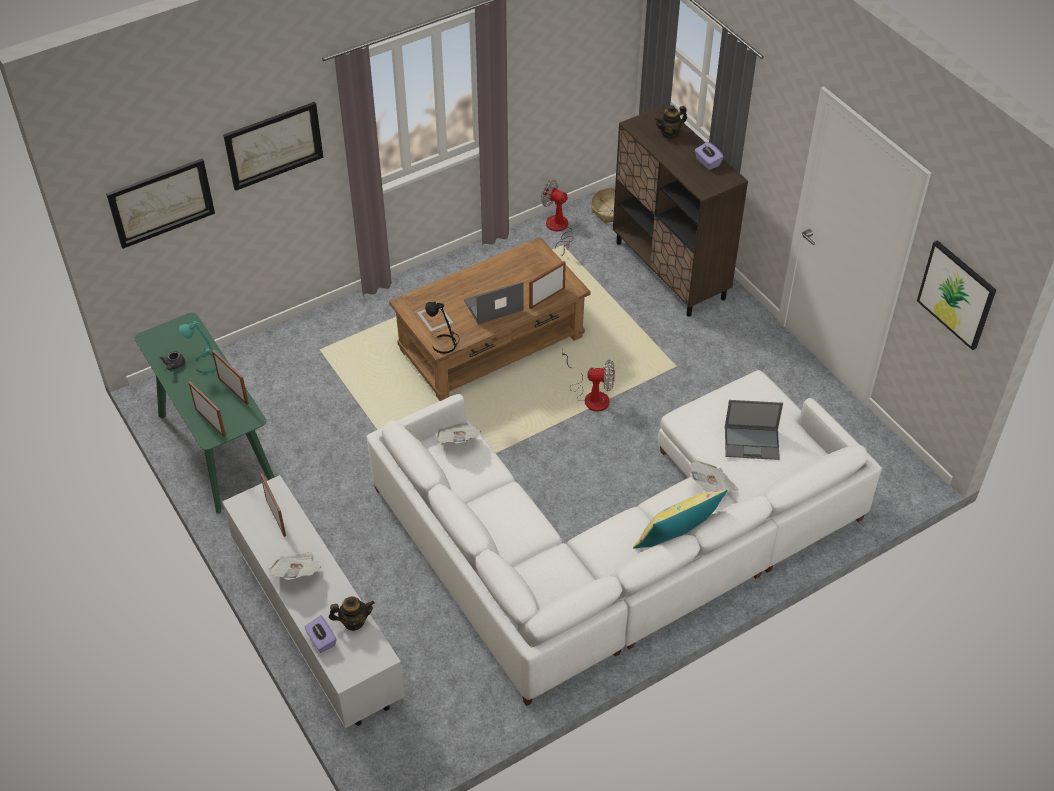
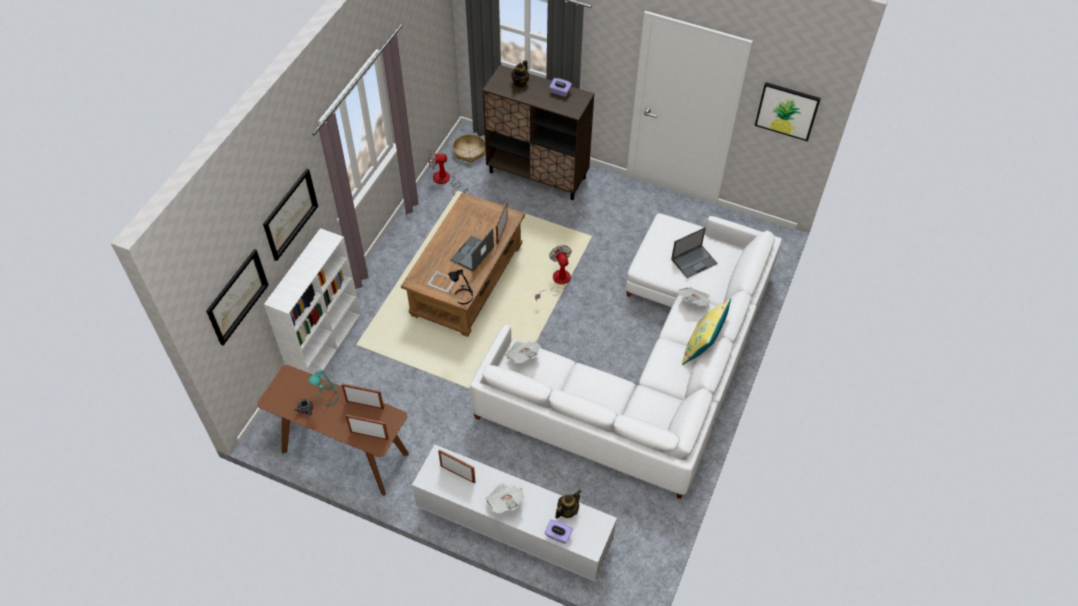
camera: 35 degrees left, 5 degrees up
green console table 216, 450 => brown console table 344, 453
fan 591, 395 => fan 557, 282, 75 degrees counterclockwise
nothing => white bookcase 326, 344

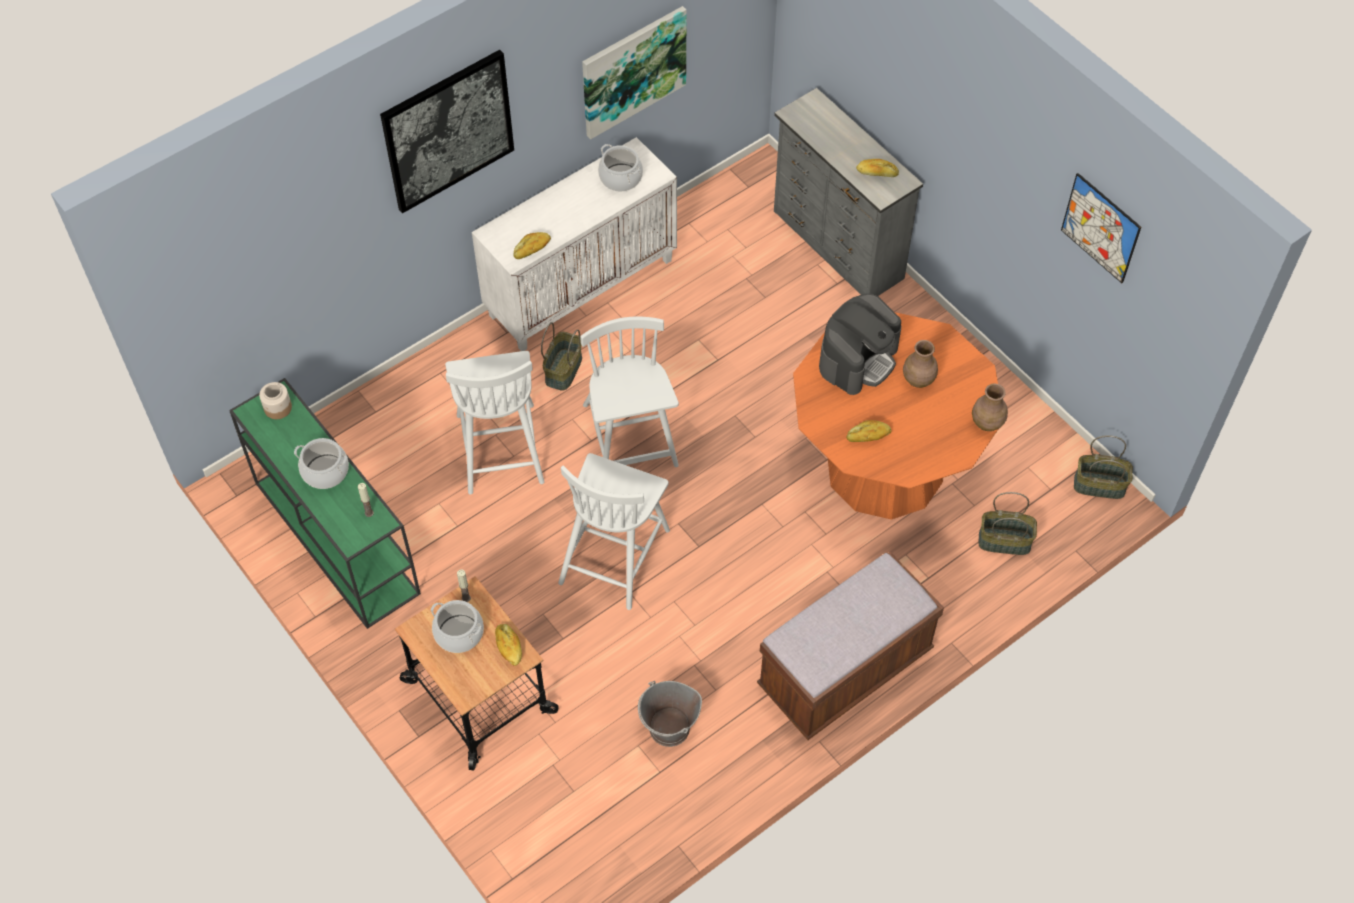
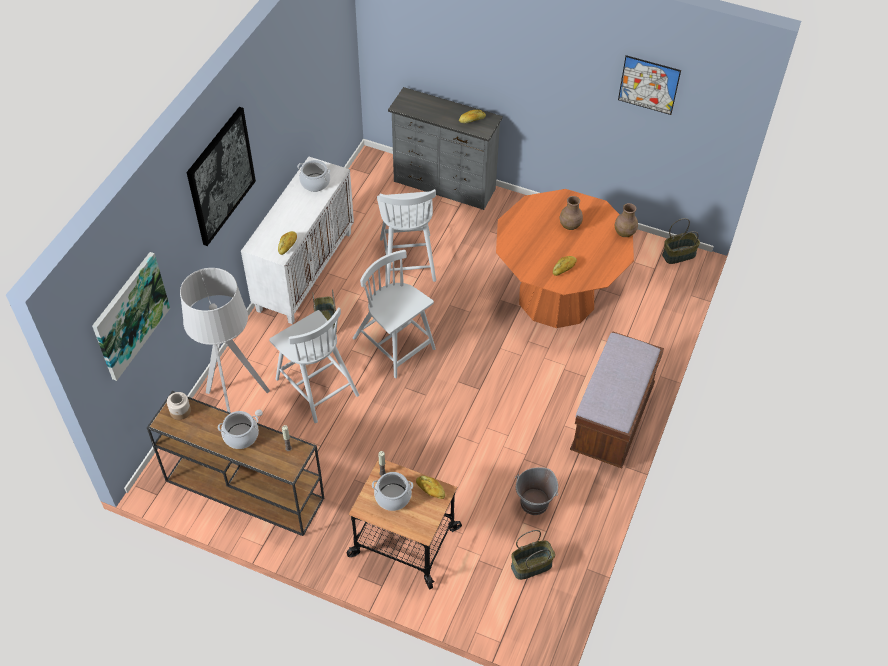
camera: 30 degrees left, 5 degrees down
picture 633, 71 => picture 130, 315, relocated
coffee machine 858, 359 => nothing
green console table 335, 536 => brown console table 243, 489
white chair 614, 554 => white chair 407, 258, relocated
basket 1005, 540 => basket 531, 565, relocated
nothing => grey floor lamp 236, 406

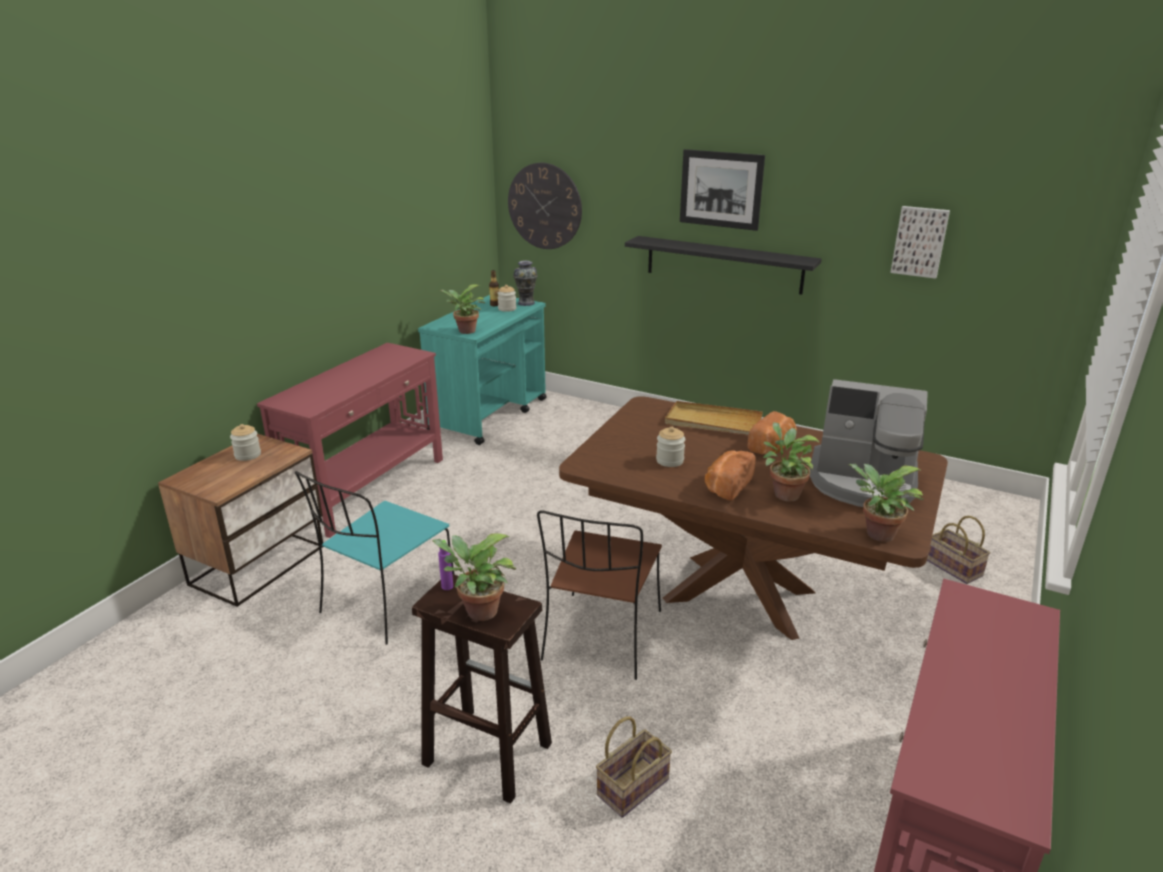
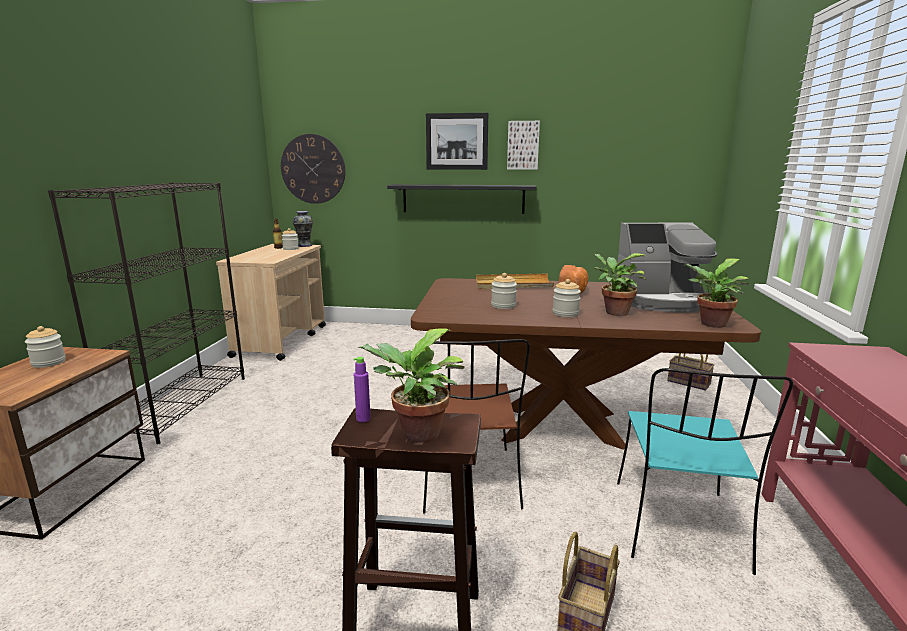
camera: 20 degrees left, 10 degrees down
picture 919, 241 => picture 523, 145, relocated
potted plant 464, 331 => nothing
turquoise cart 490, 414 => beige cart 281, 340
red console table 368, 488 => black bookcase 182, 404
bread 726, 486 => jar 565, 313
turquoise chair 387, 603 => turquoise chair 679, 527, relocated

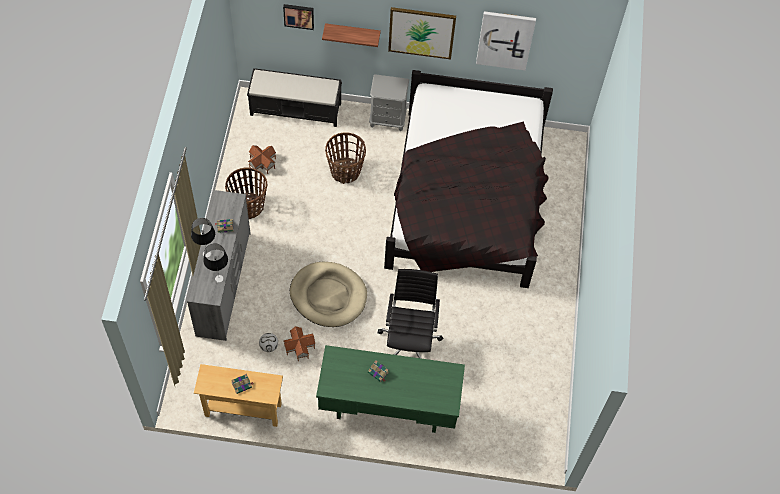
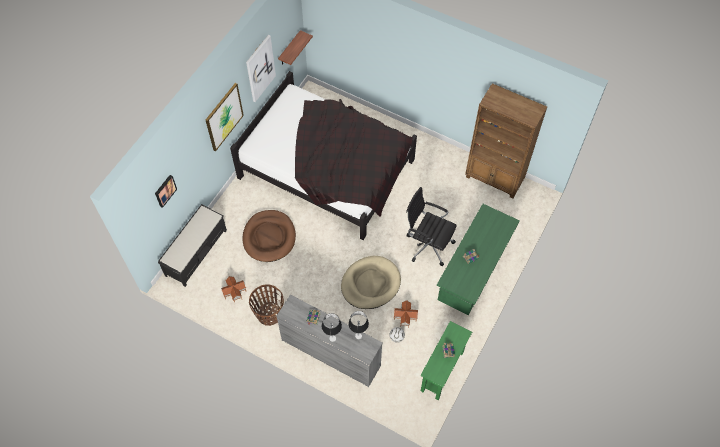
camera: 65 degrees left, 0 degrees up
shelf 352, 33 => shelf 289, 49, relocated
grey nightstand 388, 119 => nothing
basket 345, 171 => brown dog bed 269, 237
beige console table 243, 410 => green console table 442, 371
nothing => brown bookcase 494, 179

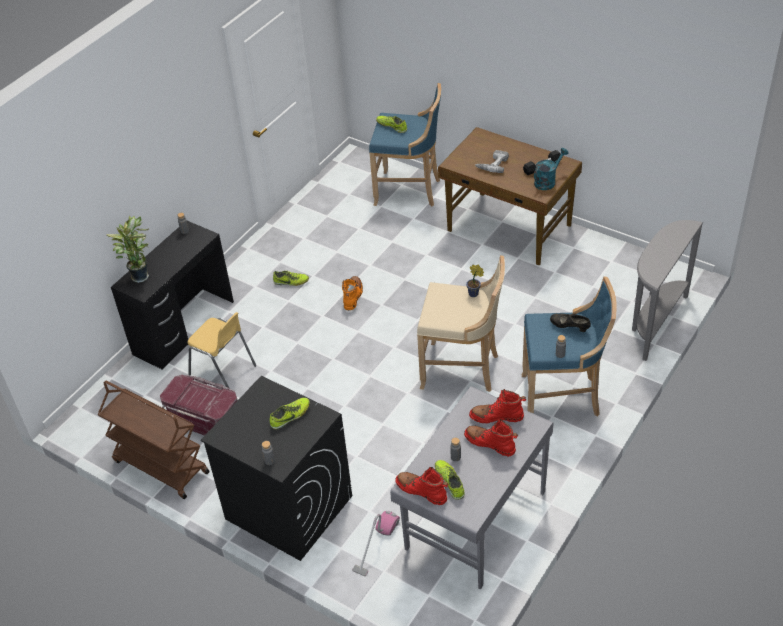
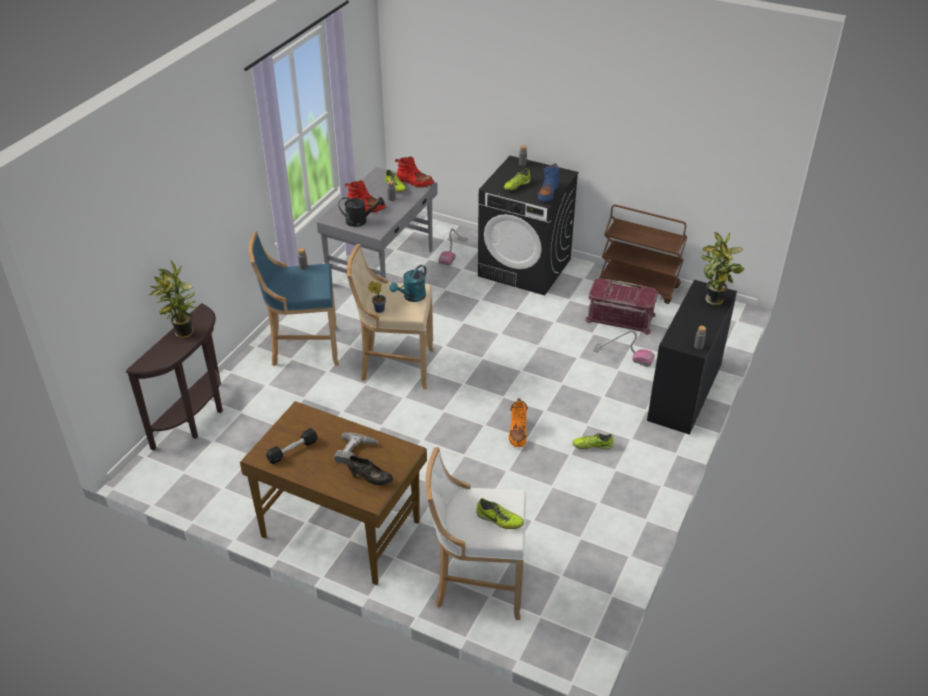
camera: 170 degrees right, 5 degrees down
blue stool 410, 191 => white stool 476, 585
turquoise watering can 547, 181 => turquoise watering can 411, 297, relocated
grey console table 654, 323 => brown console table 197, 419
yellow chair 223, 370 => vacuum cleaner 623, 355
black shoe 569, 327 => black shoe 370, 479, relocated
red boot 496, 416 => black watering can 360, 221
nothing => blue boot 548, 193
nothing => potted plant 183, 334

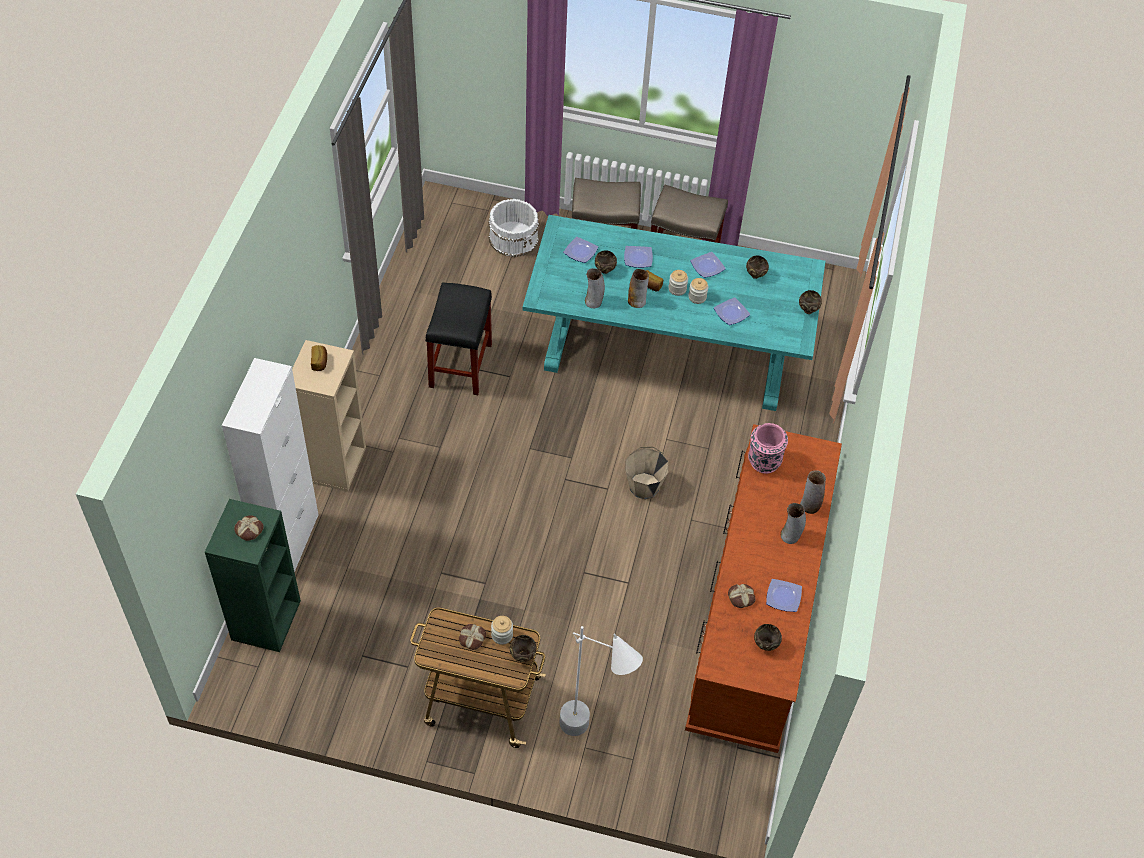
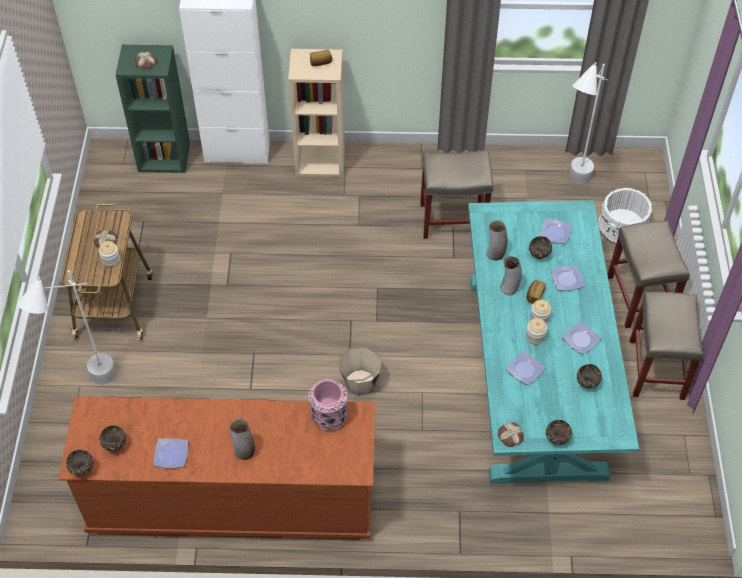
camera: 80 degrees right, 0 degrees up
black stool 460, 364 => beige stool 454, 219
vase 809, 506 => nothing
bread 741, 598 => bread 510, 436, relocated
brown bowl 523, 656 => brown bowl 82, 470, relocated
nothing => white floor lamp 572, 188

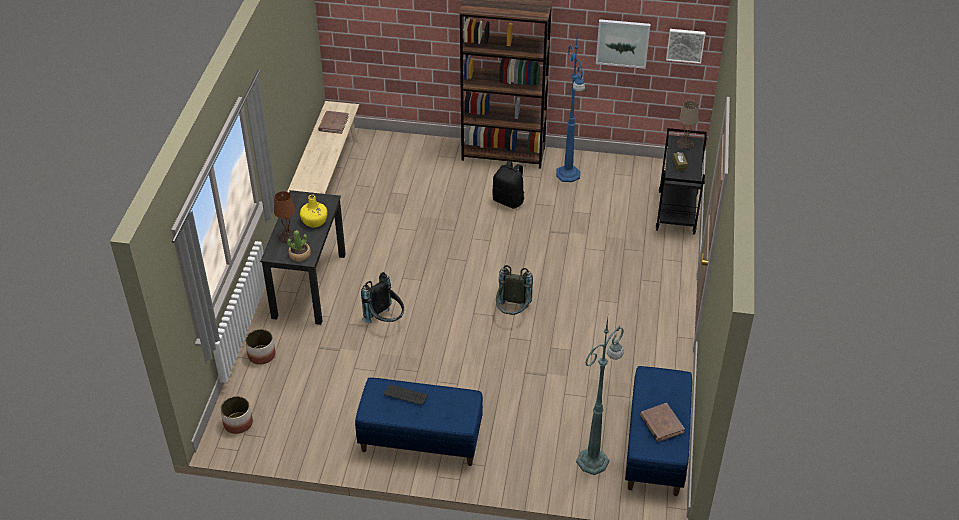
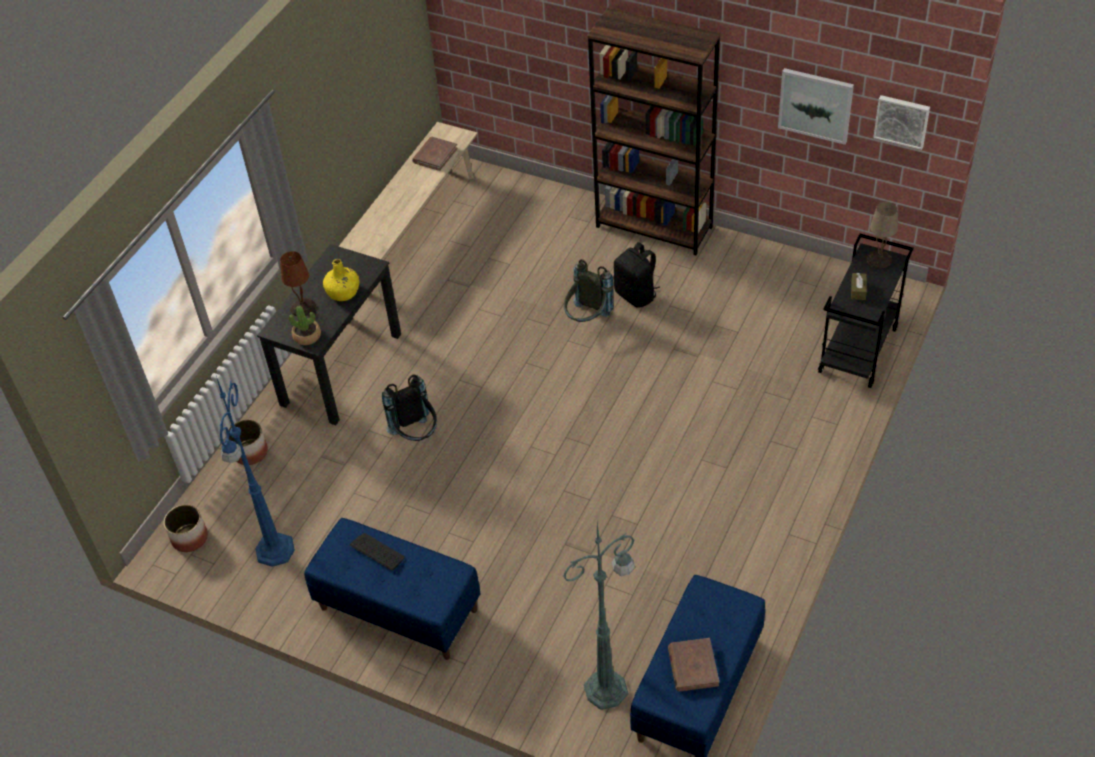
camera: 20 degrees right, 5 degrees up
blue floor lamp 568, 175 => blue floor lamp 274, 552, relocated
grey backpack 512, 312 => grey backpack 587, 319, relocated

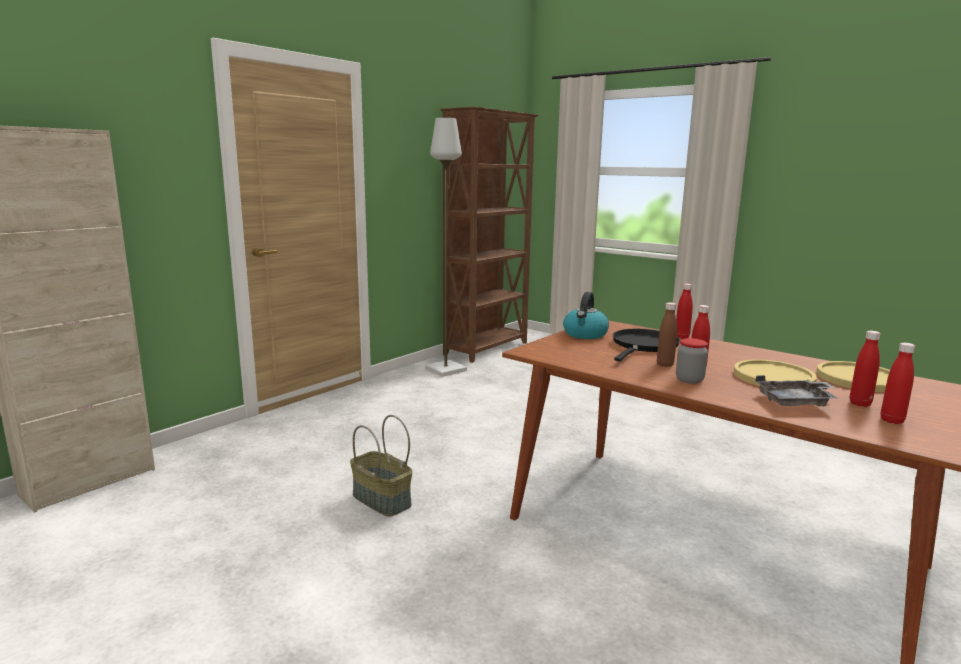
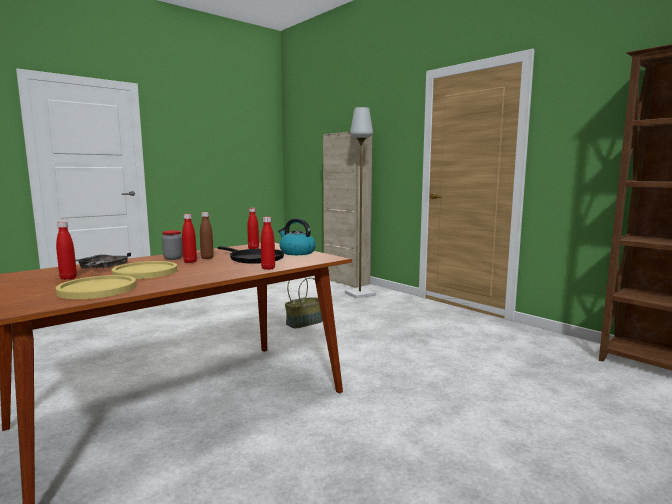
camera: 100 degrees right, 5 degrees down
grey floor lamp 445, 369 => grey floor lamp 360, 294, relocated
red bottle 892, 420 => red bottle 253, 248, relocated

